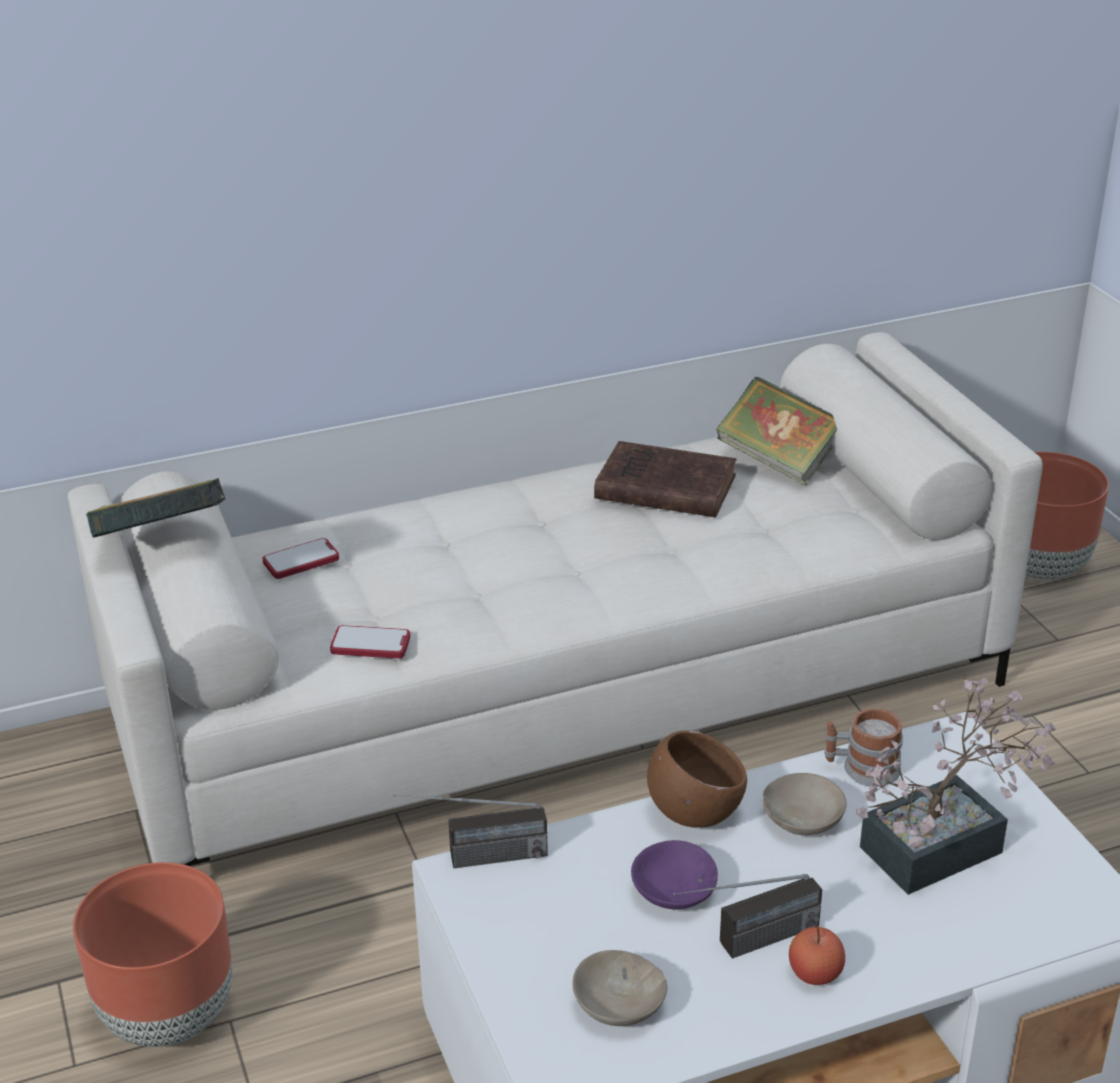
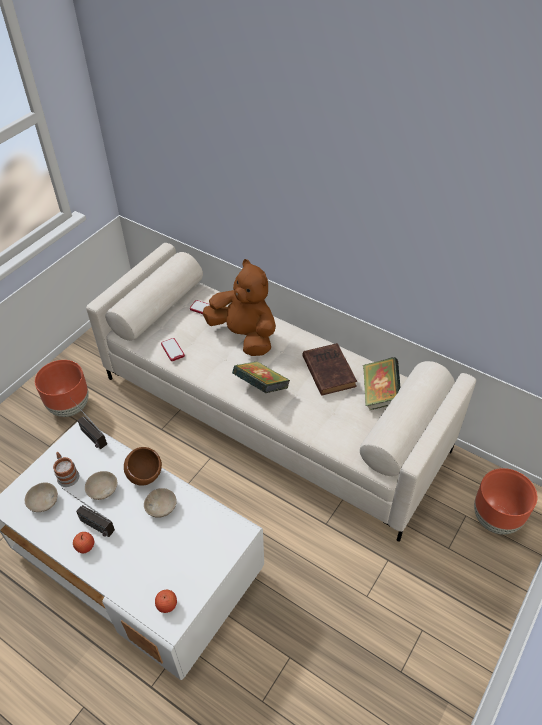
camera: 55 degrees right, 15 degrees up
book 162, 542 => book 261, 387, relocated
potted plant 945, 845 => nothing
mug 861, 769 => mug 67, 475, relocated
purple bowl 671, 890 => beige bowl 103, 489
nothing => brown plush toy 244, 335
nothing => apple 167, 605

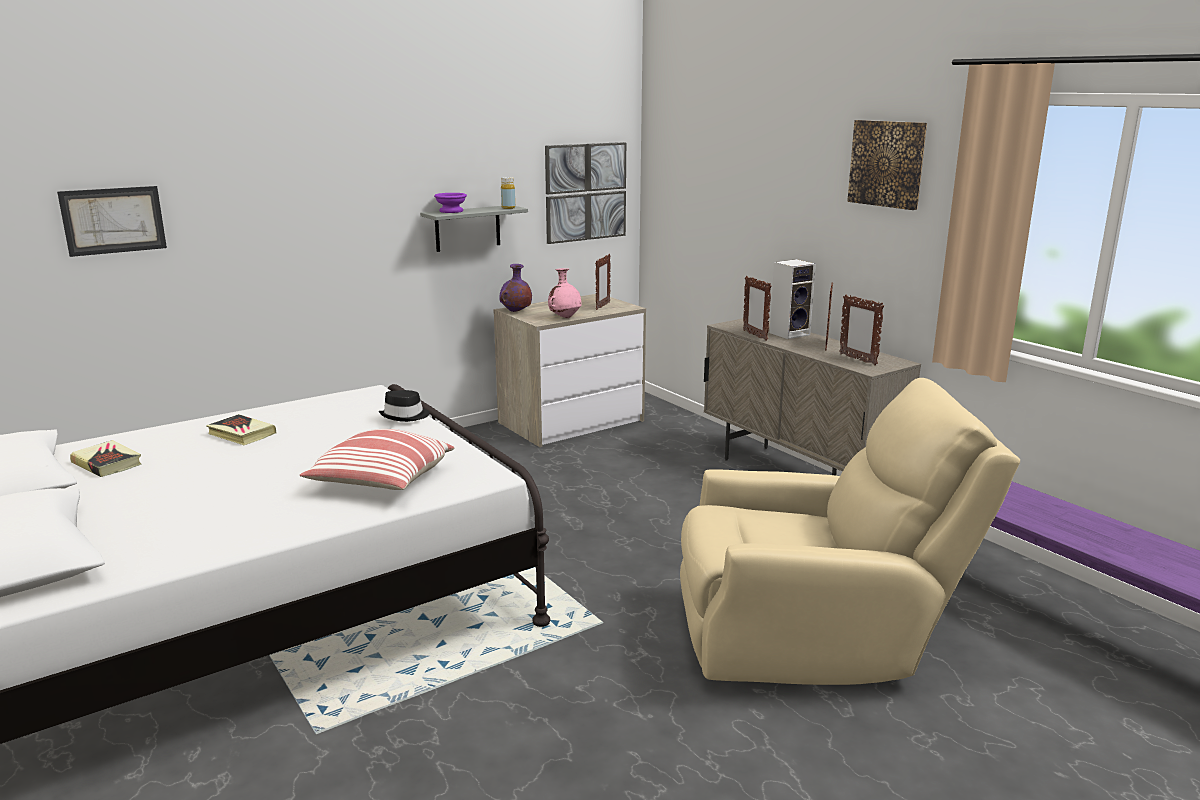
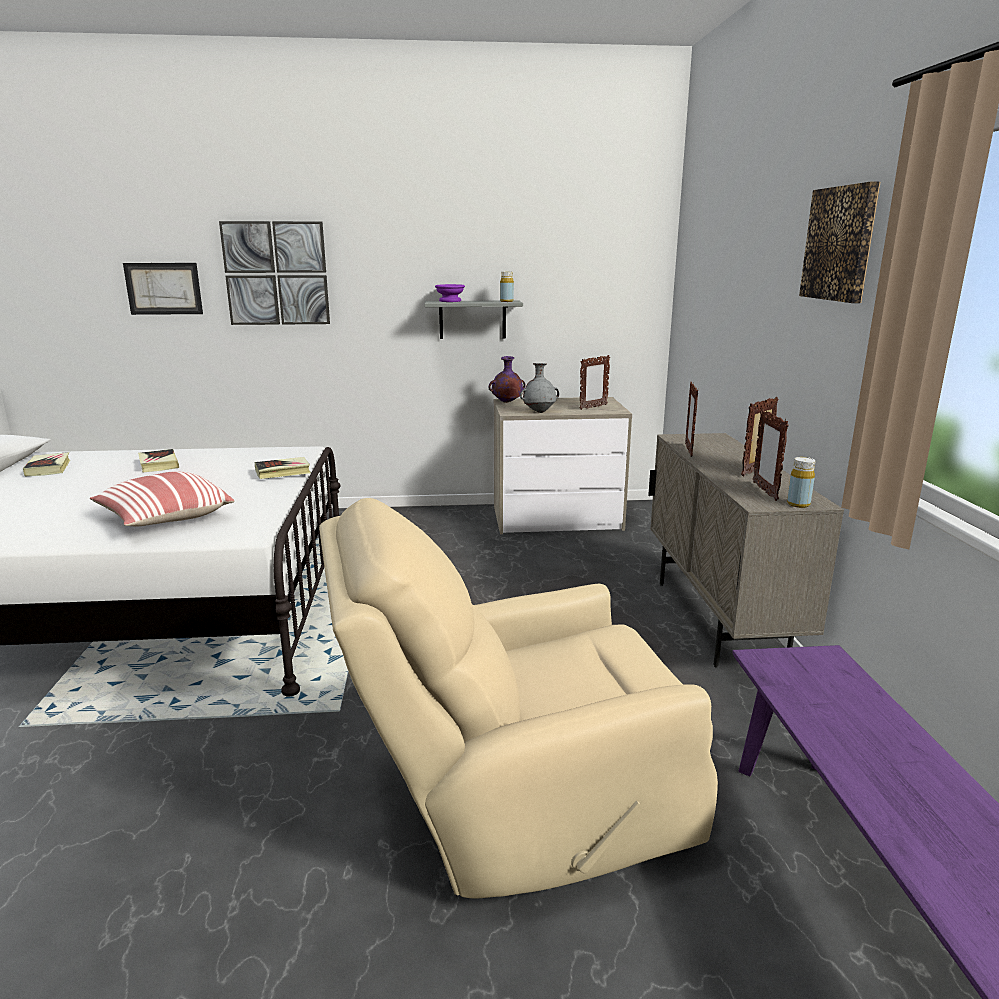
camera: 30 degrees right, 0 degrees up
picture 585, 192 => picture 276, 273, relocated
speaker 790, 333 => nothing
pink vase 565, 317 => grey vase 539, 412
beige armchair 815, 637 => beige armchair 517, 808, 135 degrees clockwise
black hat 405, 416 => book 283, 472
nothing => yellow bottle 798, 504

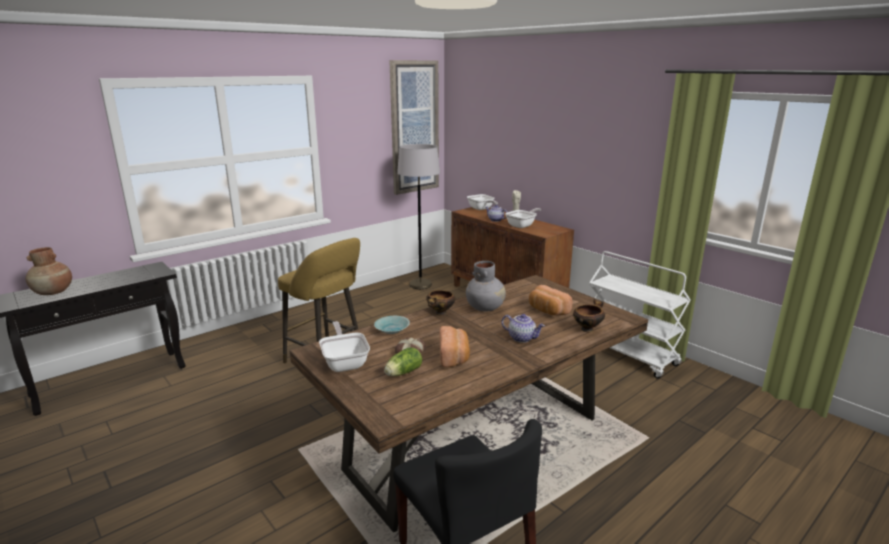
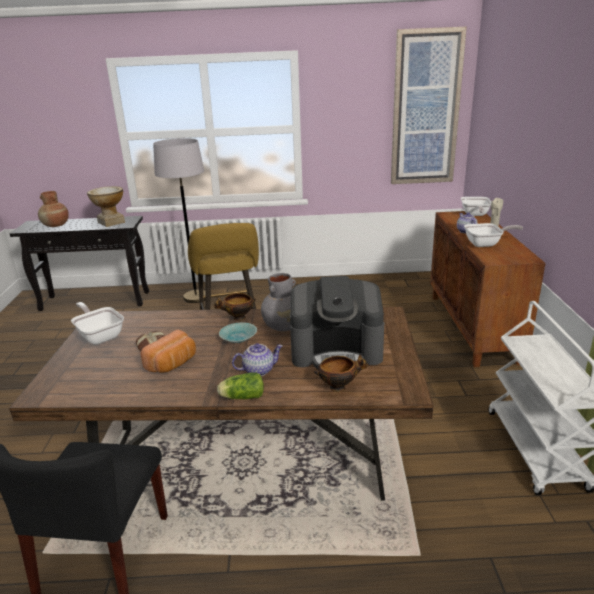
camera: 40 degrees right, 5 degrees up
grey floor lamp 420, 285 => grey floor lamp 196, 297, relocated
bread 547, 311 => coffee machine 336, 351
teapot 522, 338 => teapot 258, 370, 90 degrees counterclockwise
turquoise bowl 392, 331 => turquoise bowl 238, 339, relocated
frying pan 345, 362 => frying pan 100, 335, 60 degrees counterclockwise
lettuce 402, 373 => lettuce 241, 397, relocated
nothing => vase 111, 222

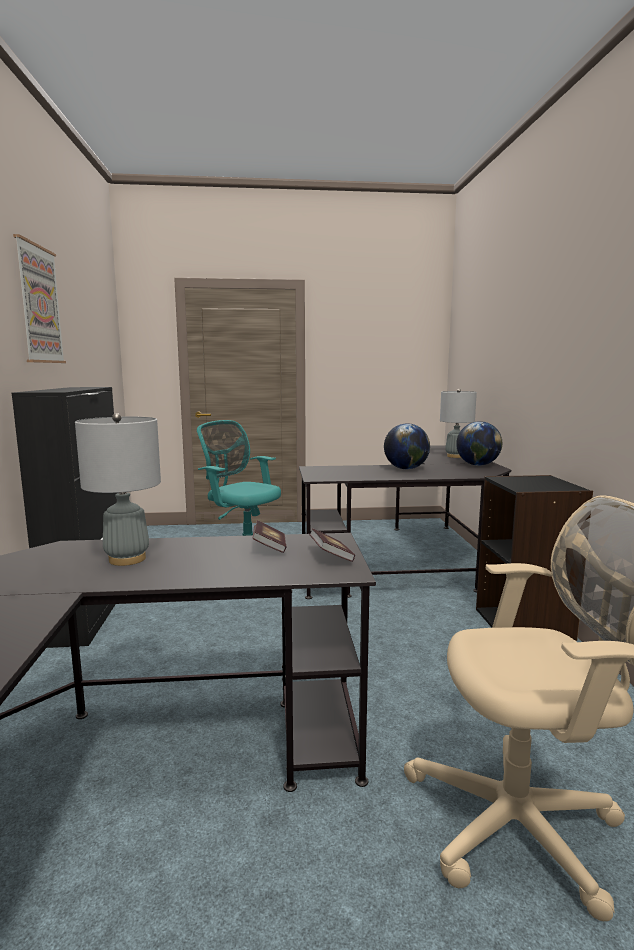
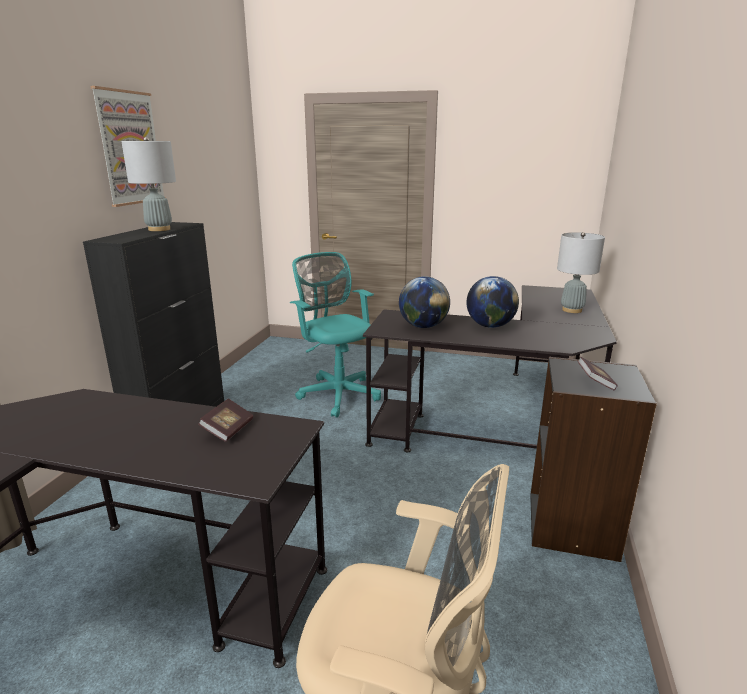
camera: 20 degrees right, 10 degrees up
grey table lamp 127, 559 => grey table lamp 159, 229, relocated
globe 477, 465 => globe 423, 326, relocated
book 331, 556 => book 595, 382, relocated

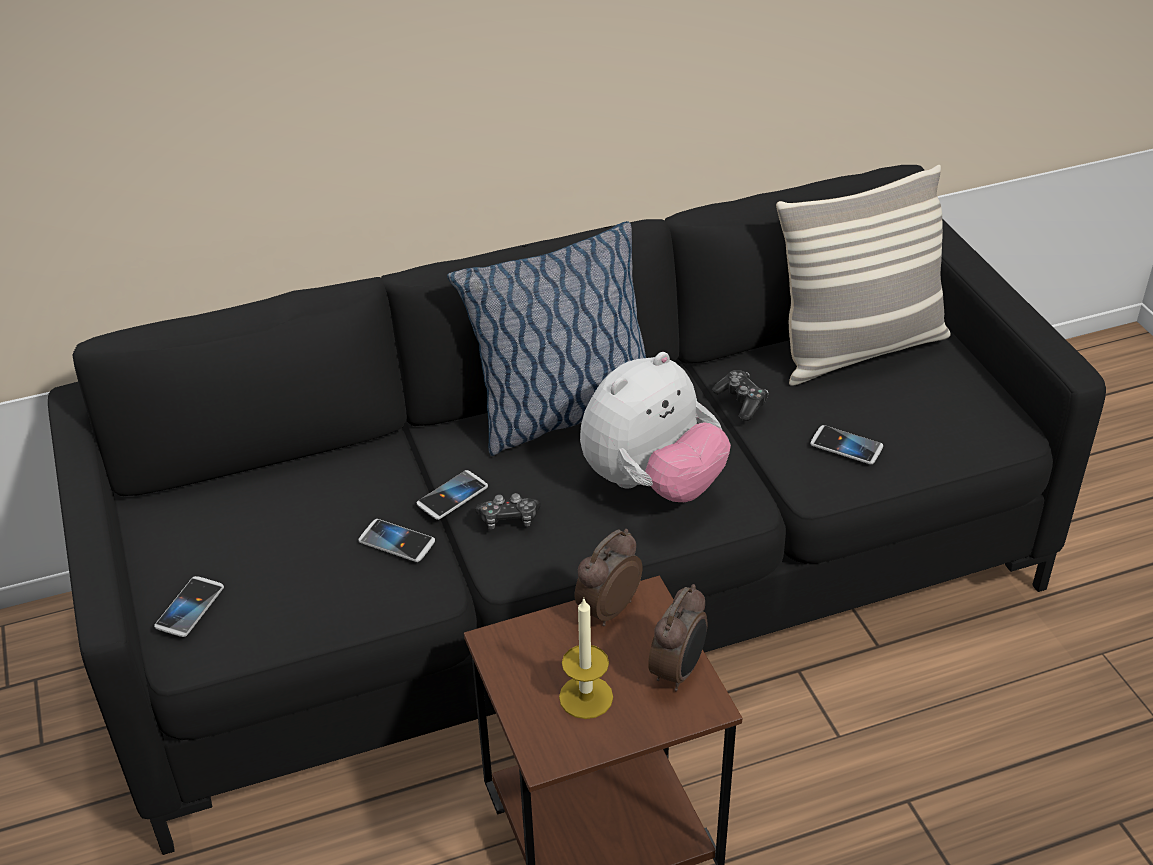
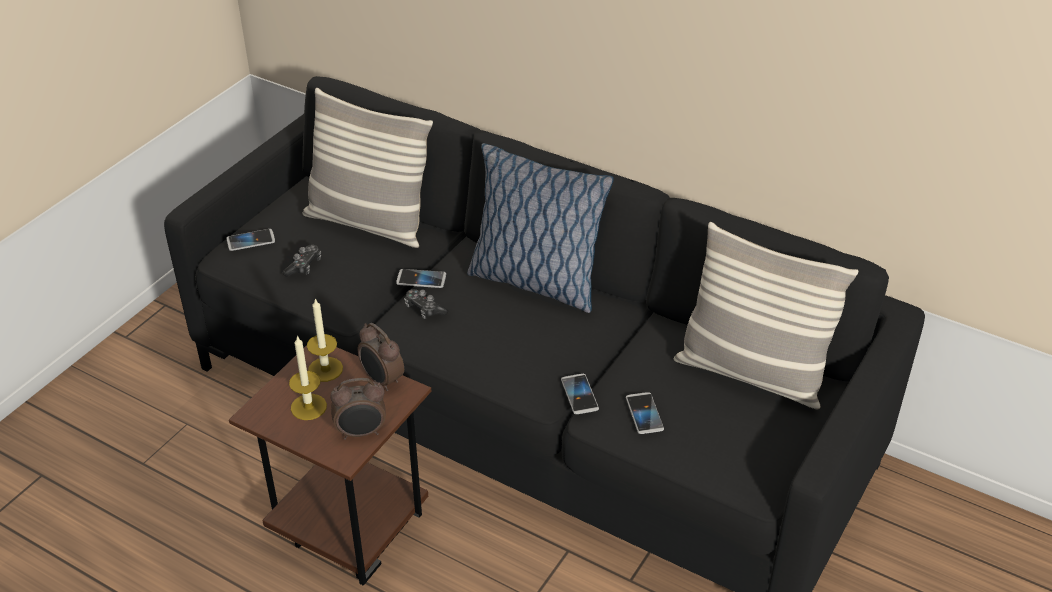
camera: 50 degrees right, 0 degrees up
plush toy 652, 483 => nothing
game controller 741, 401 => game controller 304, 266, relocated
phone 397, 542 => phone 579, 395, relocated
alarm clock 607, 610 => alarm clock 382, 380, 135 degrees counterclockwise
nothing => pillow 368, 223
nothing => candle 325, 369

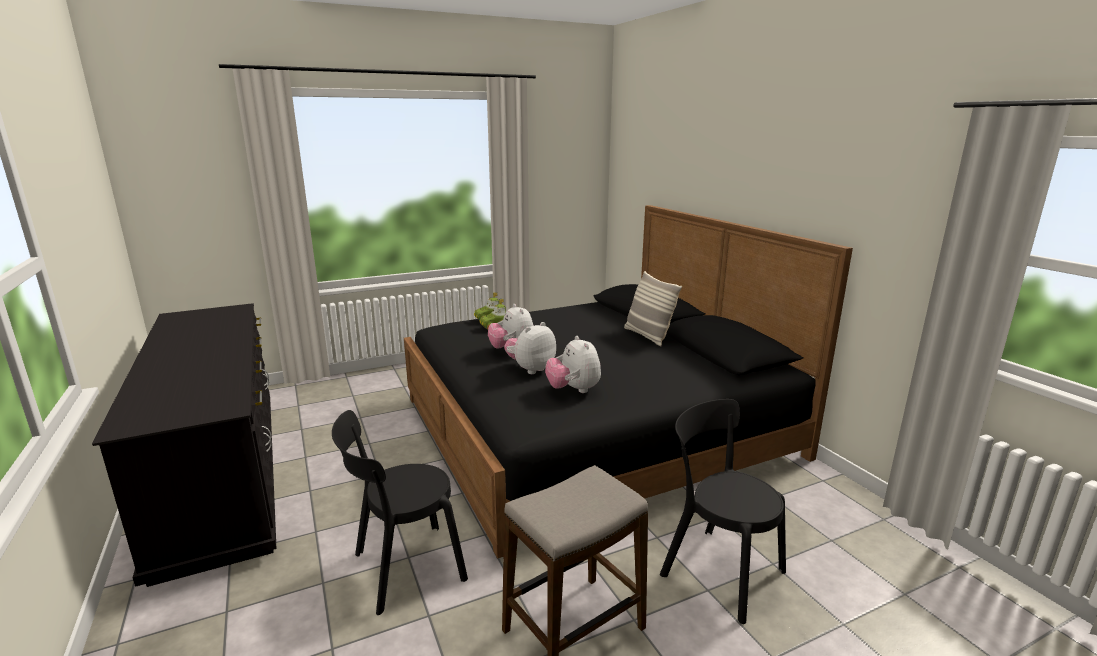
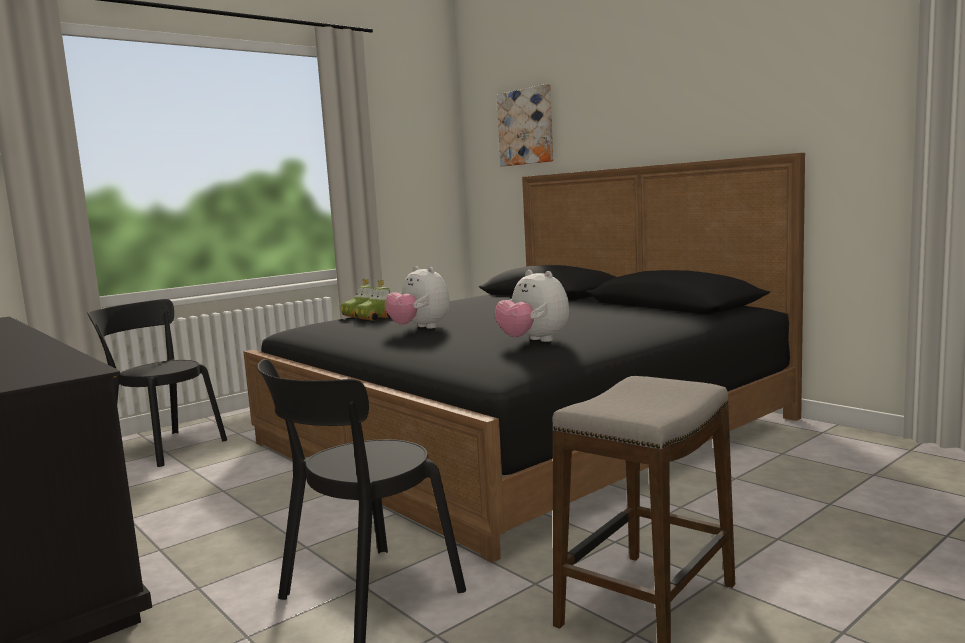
camera: 15 degrees left, 10 degrees down
pillow 648, 336 => nothing
plush toy 530, 369 => nothing
black chair 717, 569 => black chair 164, 447, relocated
nothing => picture 526, 127

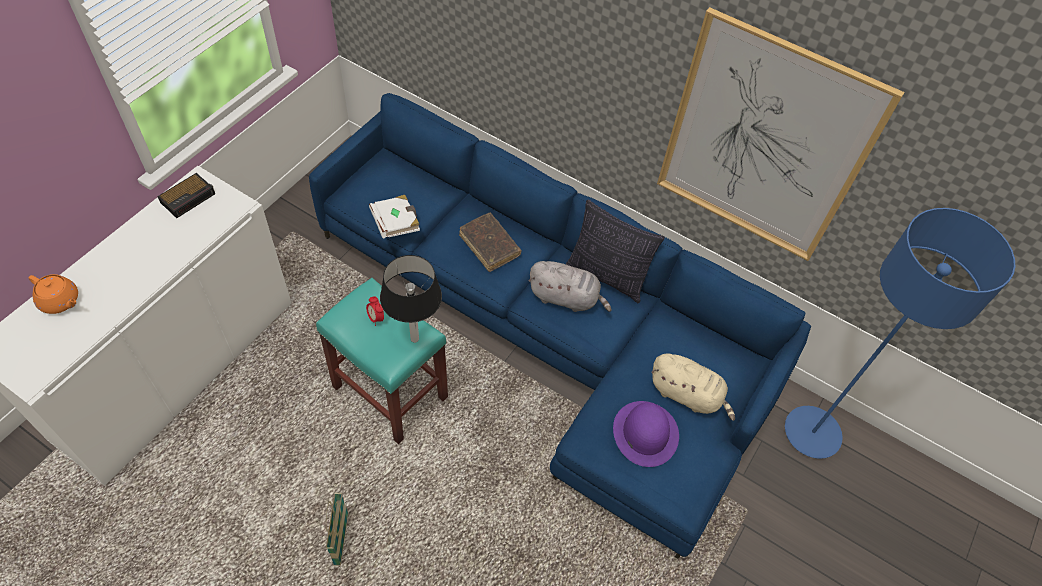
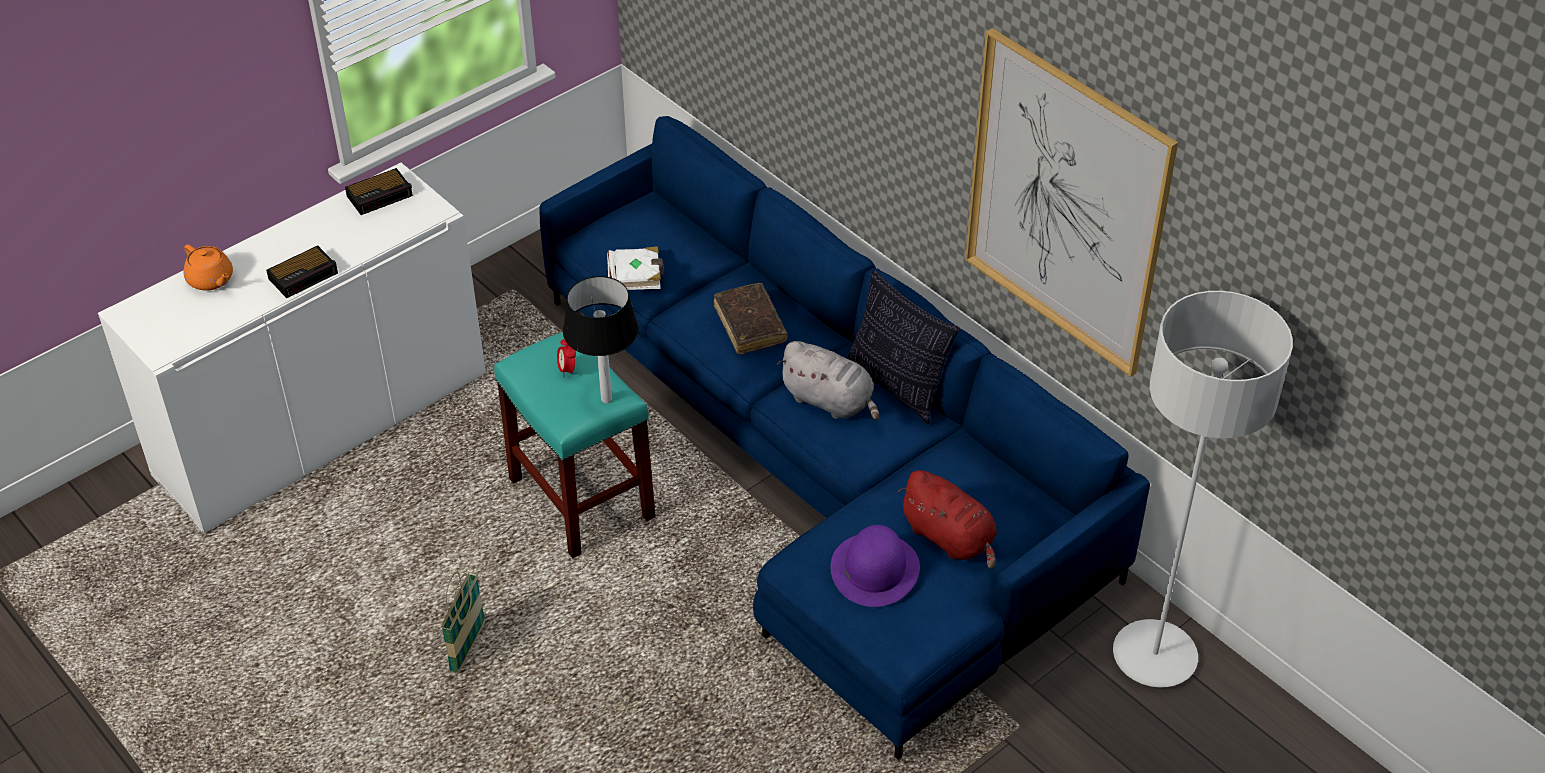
camera: 20 degrees right, 10 degrees down
blue floor lamp 812, 433 => grey floor lamp 1154, 656
beige plush toy 687, 395 => red plush toy 950, 538
nothing => alarm clock 304, 275

